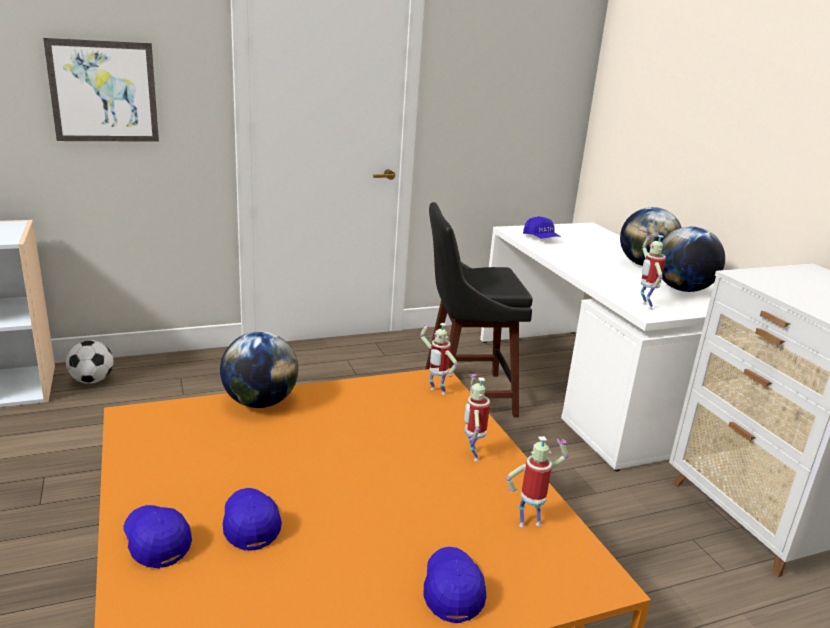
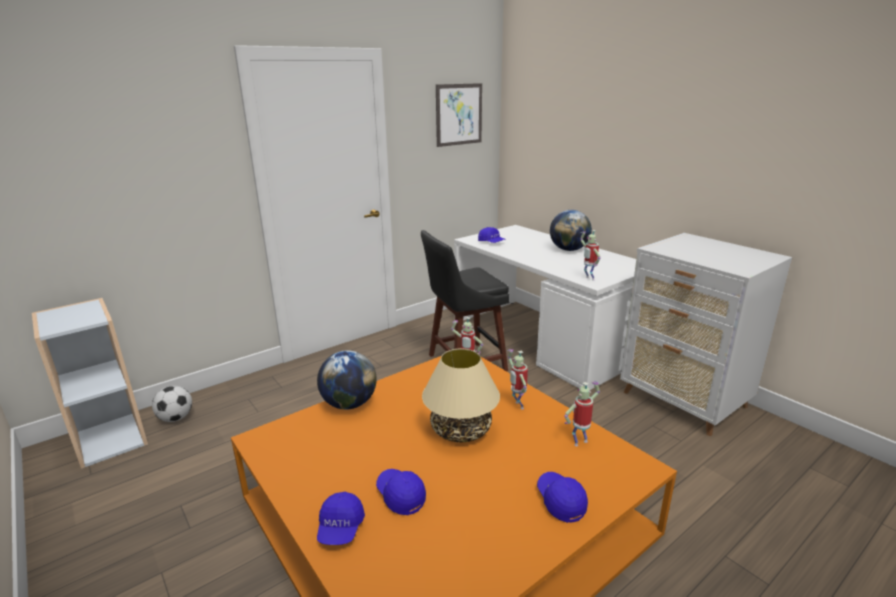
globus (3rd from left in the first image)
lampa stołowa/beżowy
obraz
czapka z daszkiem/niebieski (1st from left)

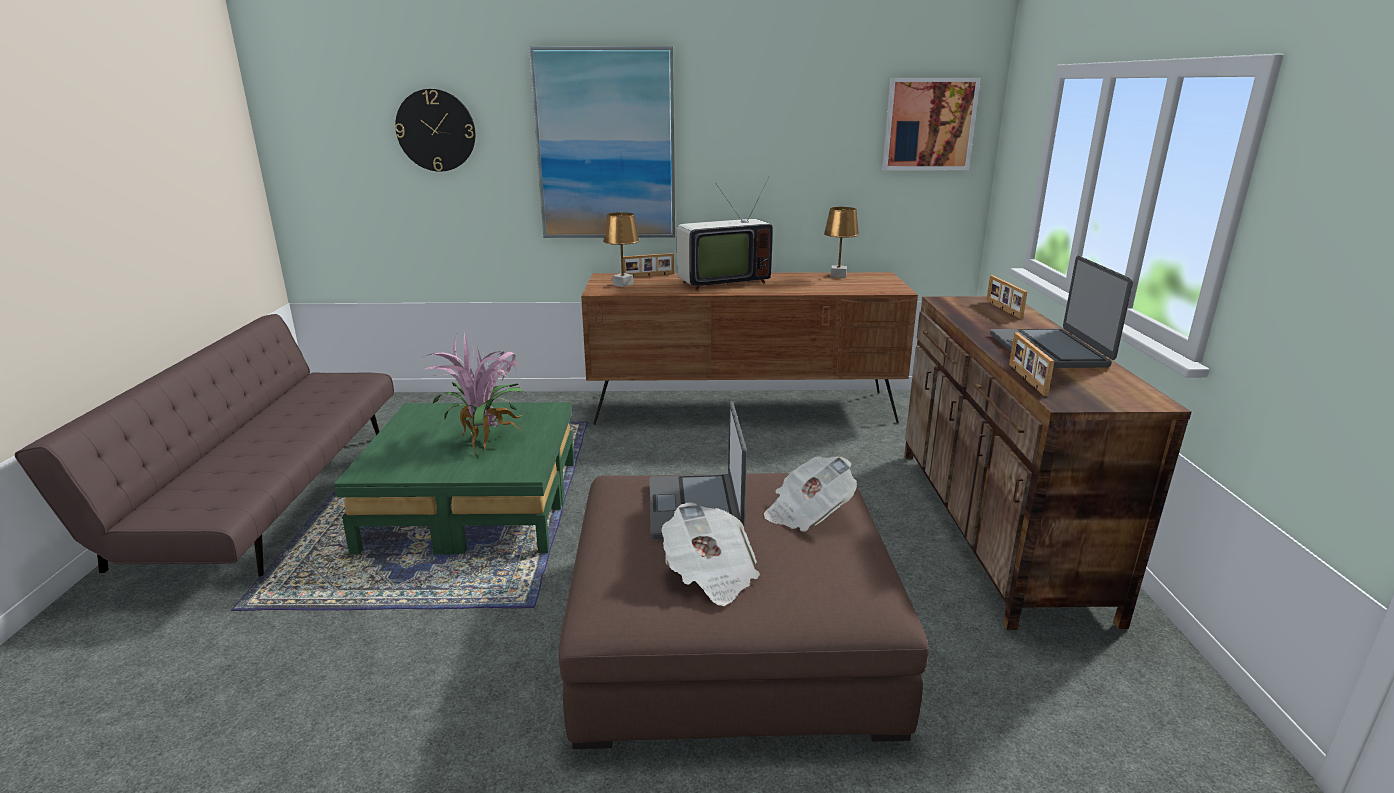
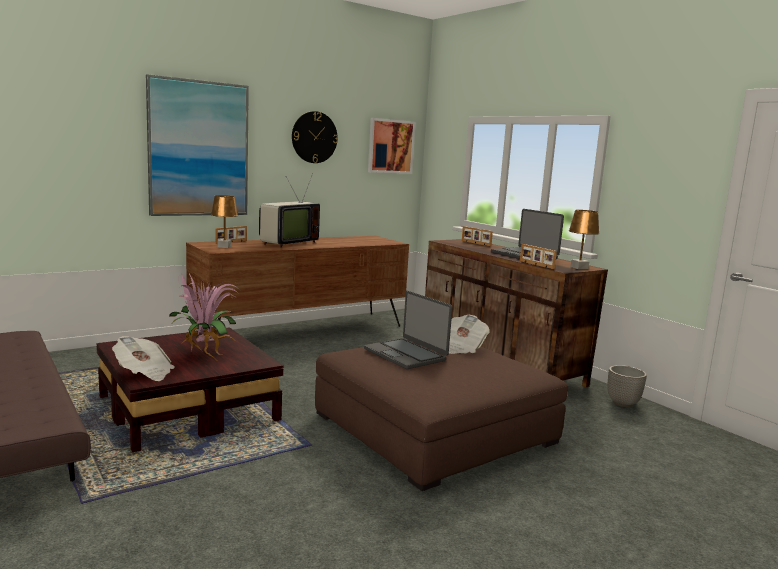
donica
zegar ścienny
gazeta (1st from left)
lampa stołowa/brązowy (2nd from left)
ława/brązowy

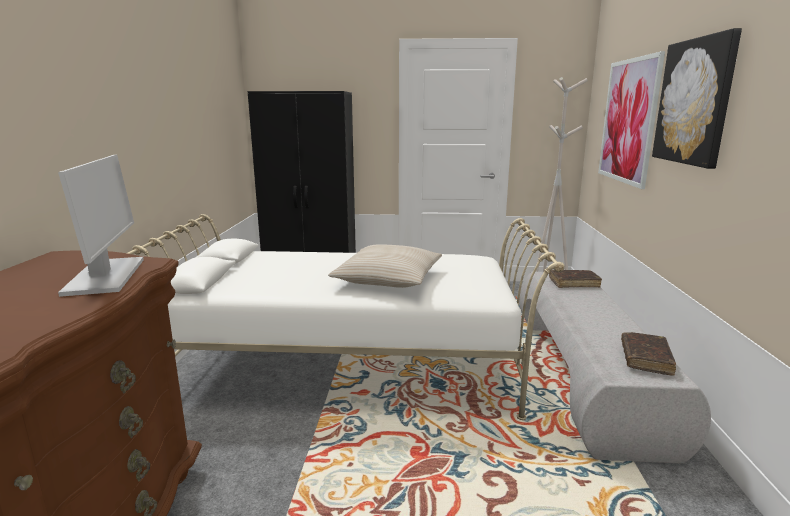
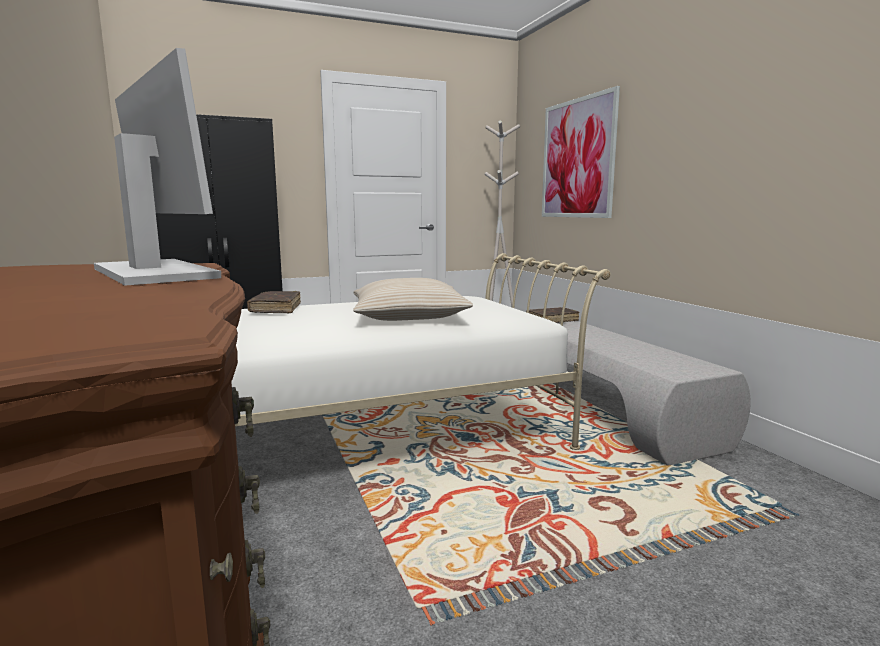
obraz (2nd from left in the first image)
książka/brązowy (1st from left)

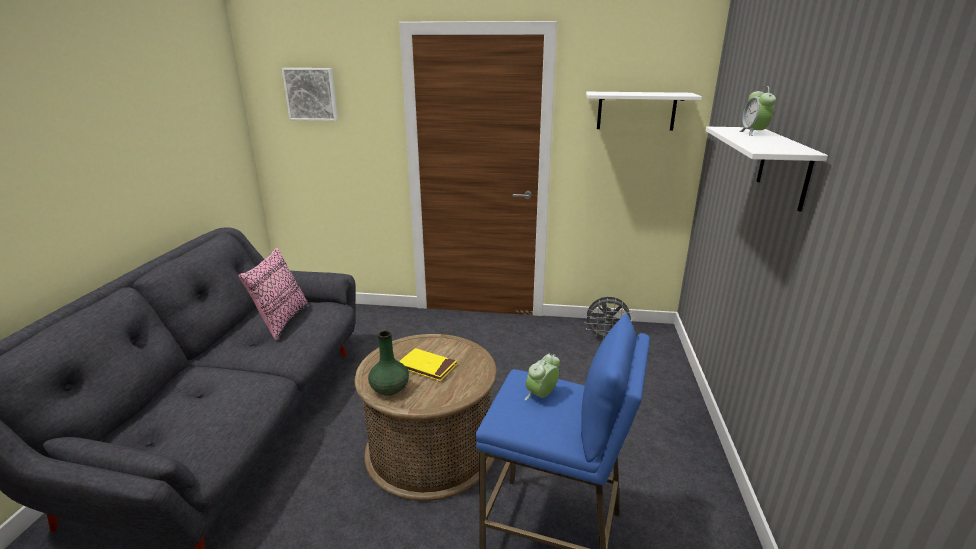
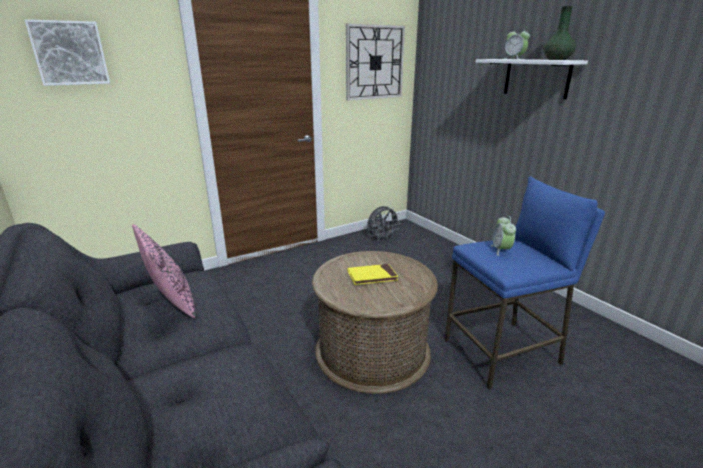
wazon/zielony
zegar ścienny

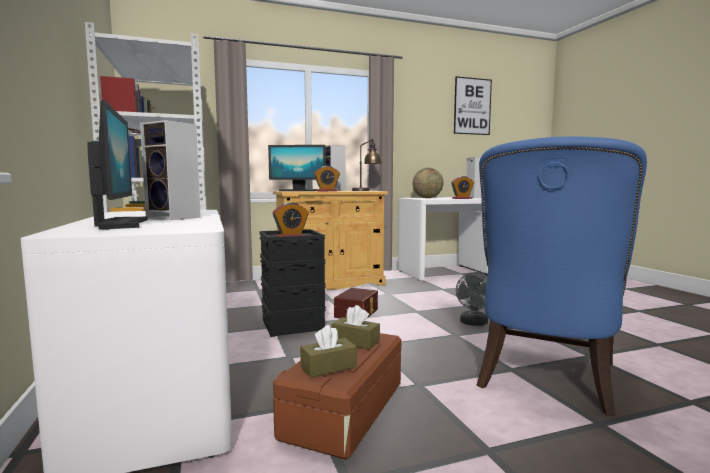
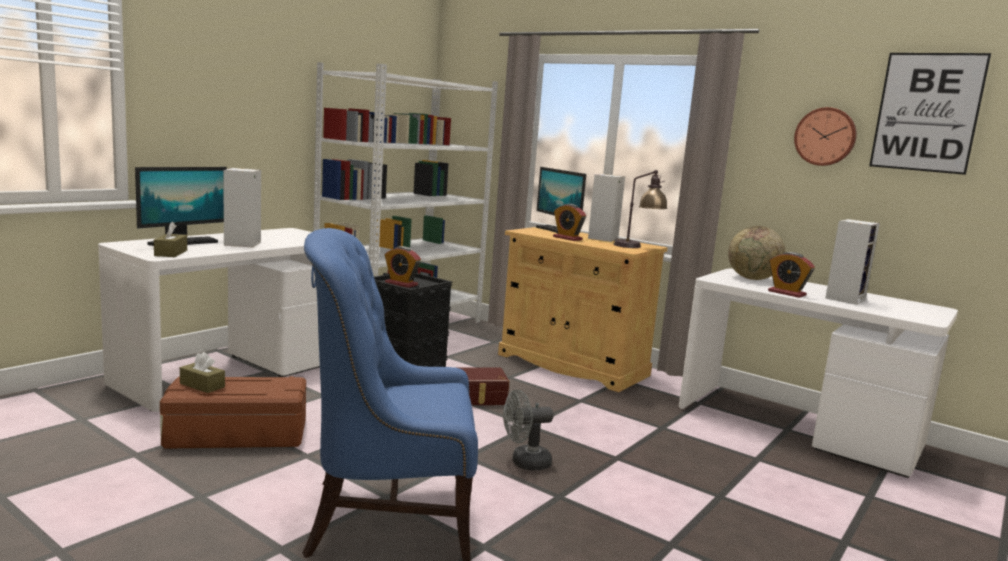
zegar ścienny
pudełko chusteczek/brązowy (1st from left)

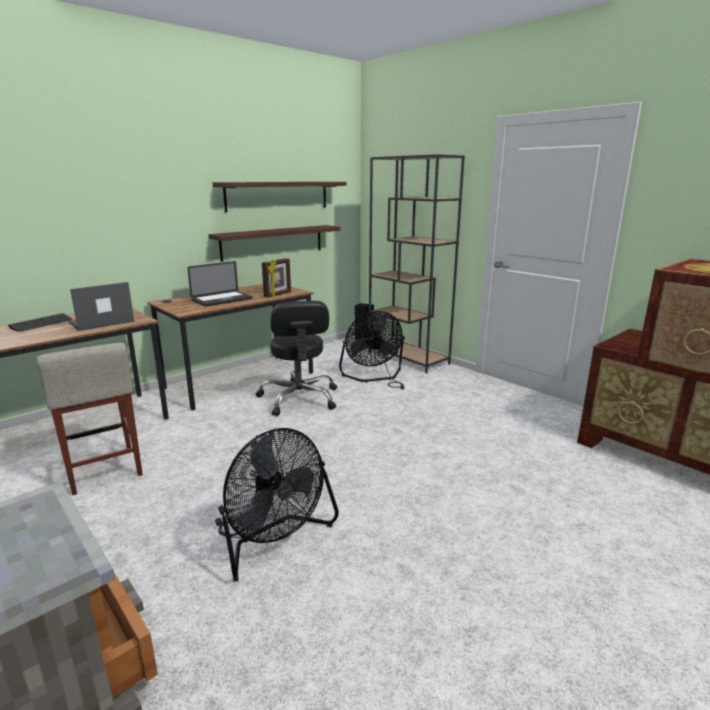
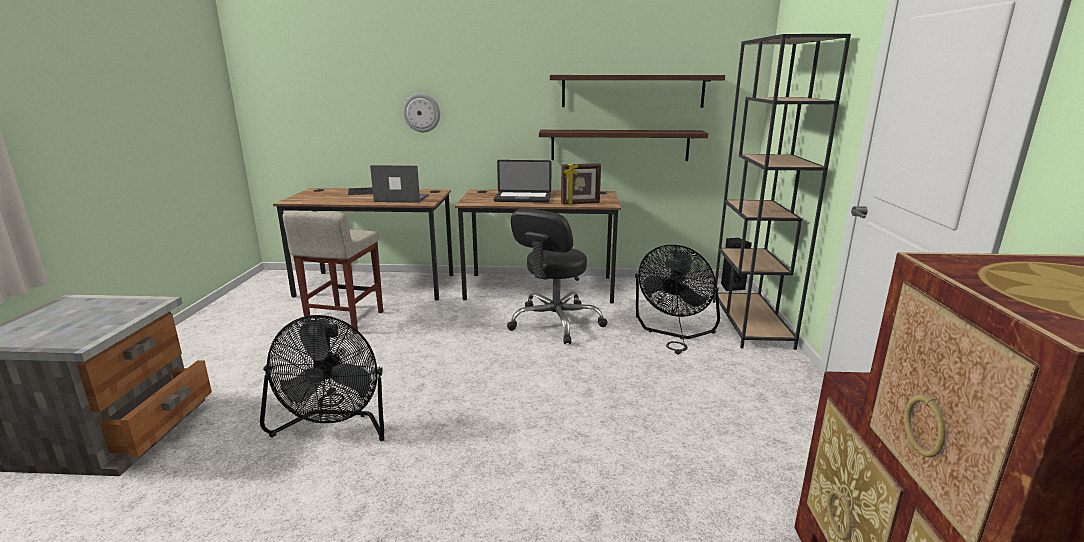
zegar ścienny

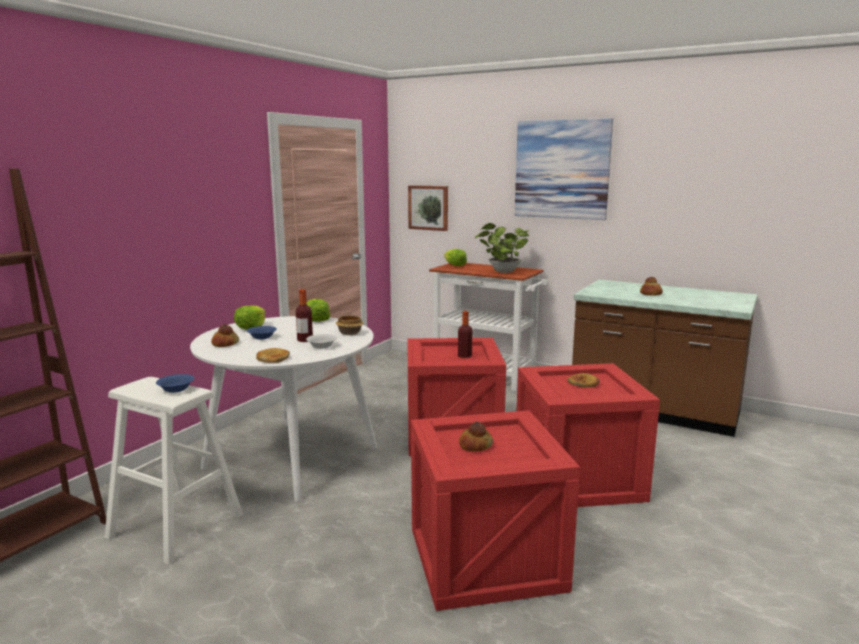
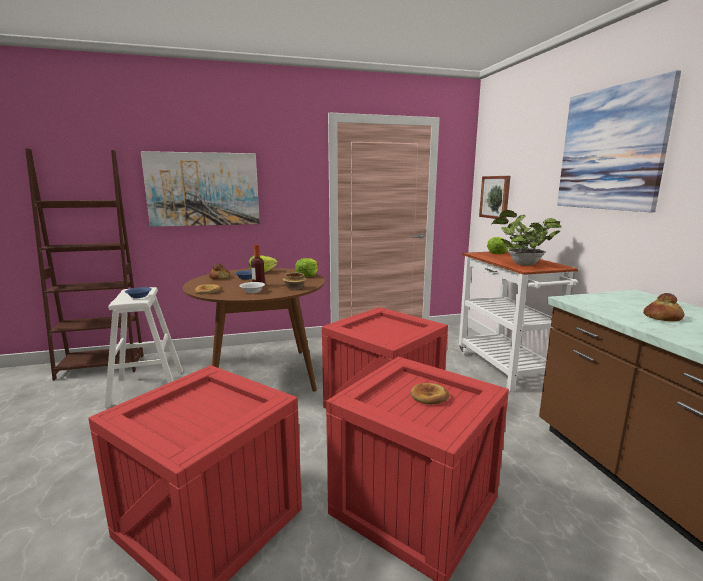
butelka (2nd from left in the first image)
chleb (3rd from left in the first image)
obraz (1st from left)
stół jadalny/brązowy

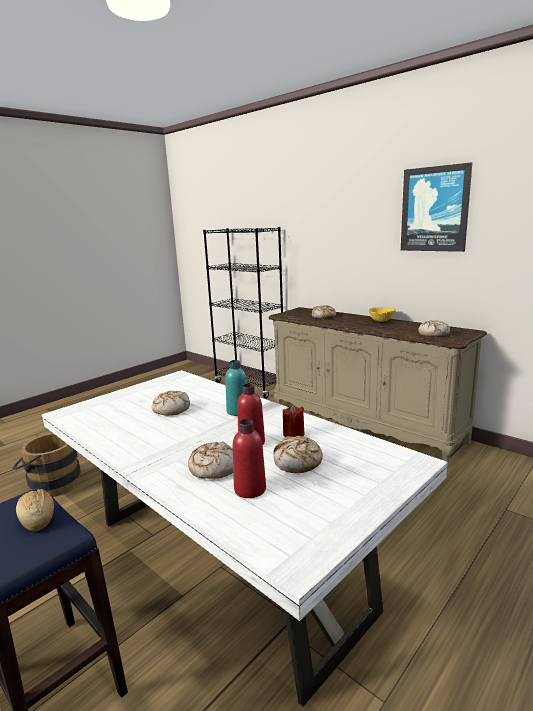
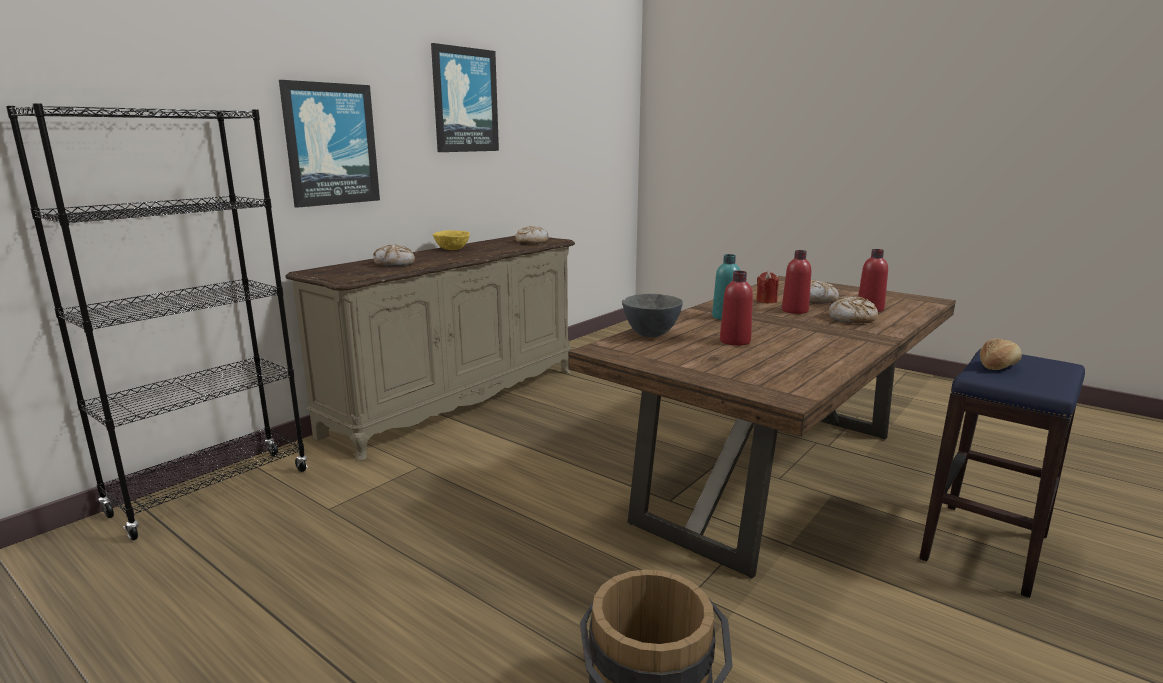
obraz (1st from left)
miska/szary
butelka/czerwony (1st from left)
stół jadalny/brązowy

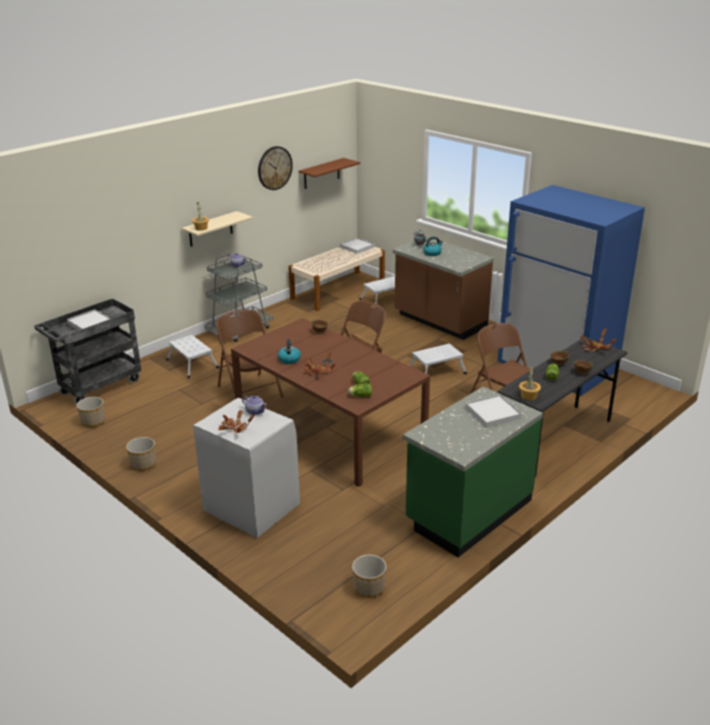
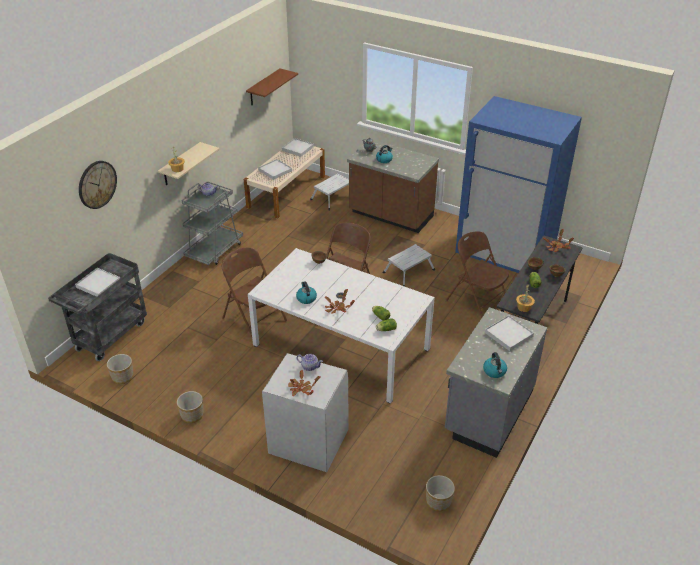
drabinka/biały (1st from left in the first image)
taca/biały (2nd from left)
czajnik (3rd from left)
zegar ścienny
stół jadalny/biały
zabudowa kuchenna/szary

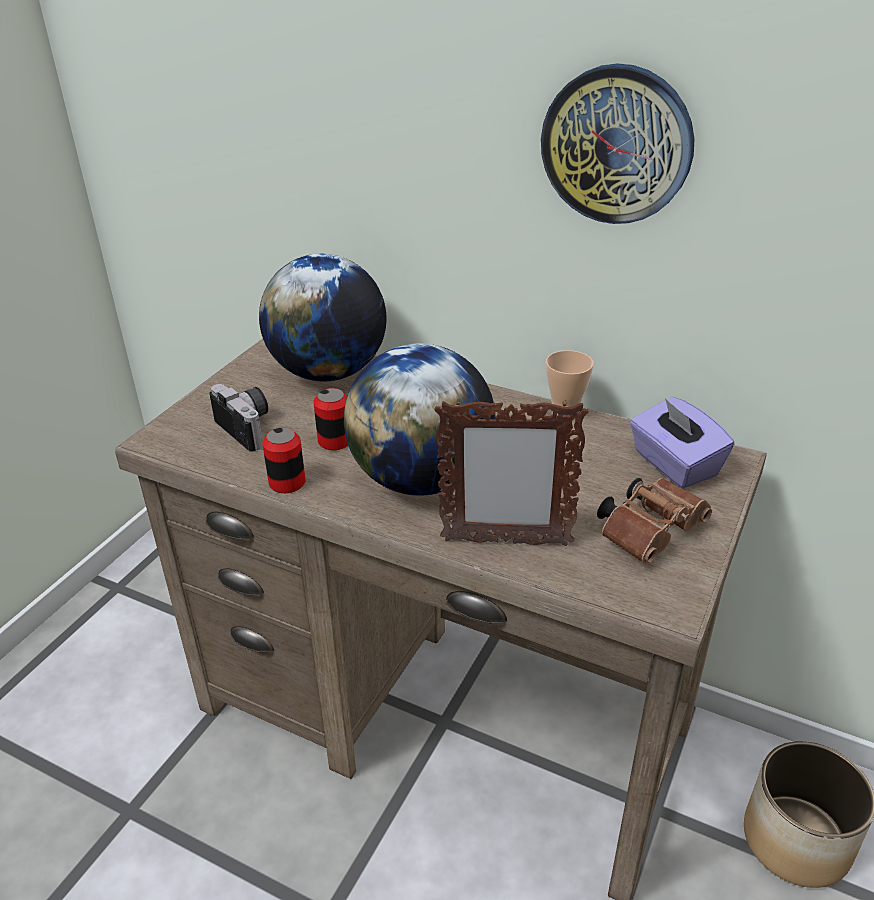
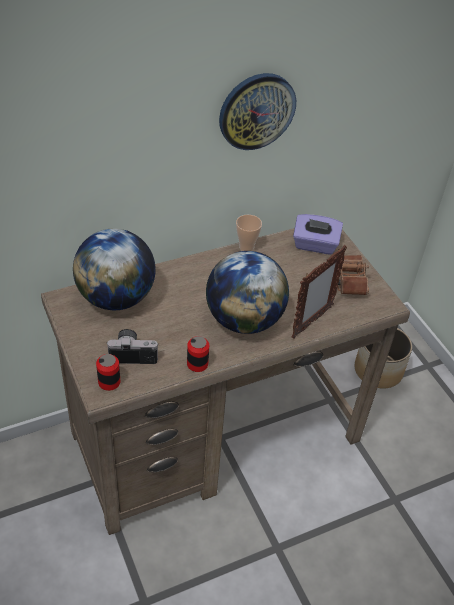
puszka (1st from left)

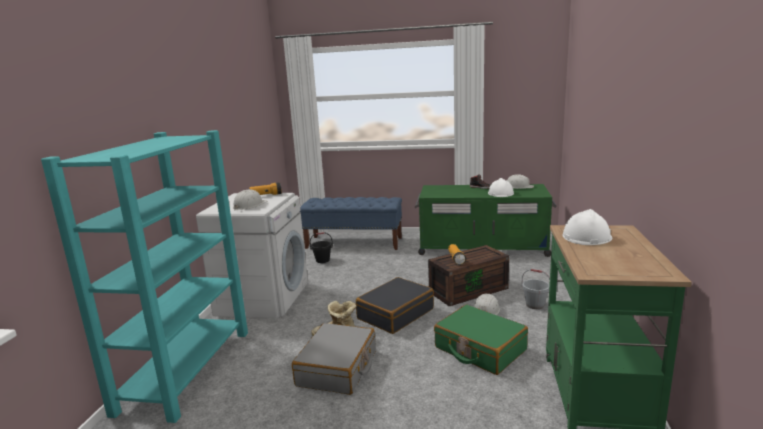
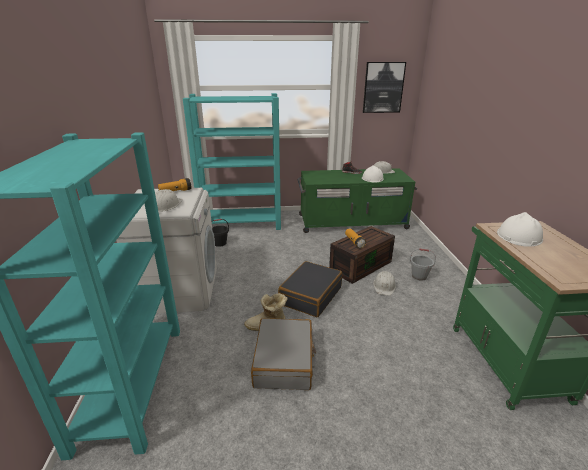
walizka/zielony
obraz
regał/turkusowy (2nd from left)

